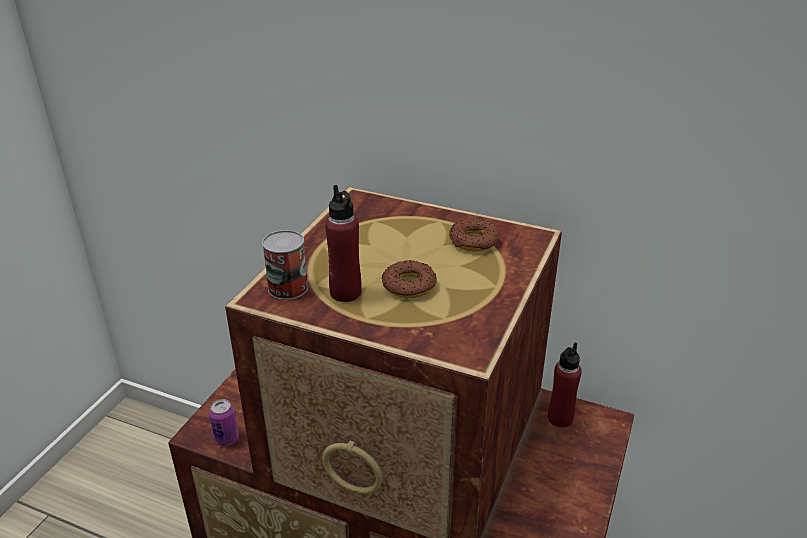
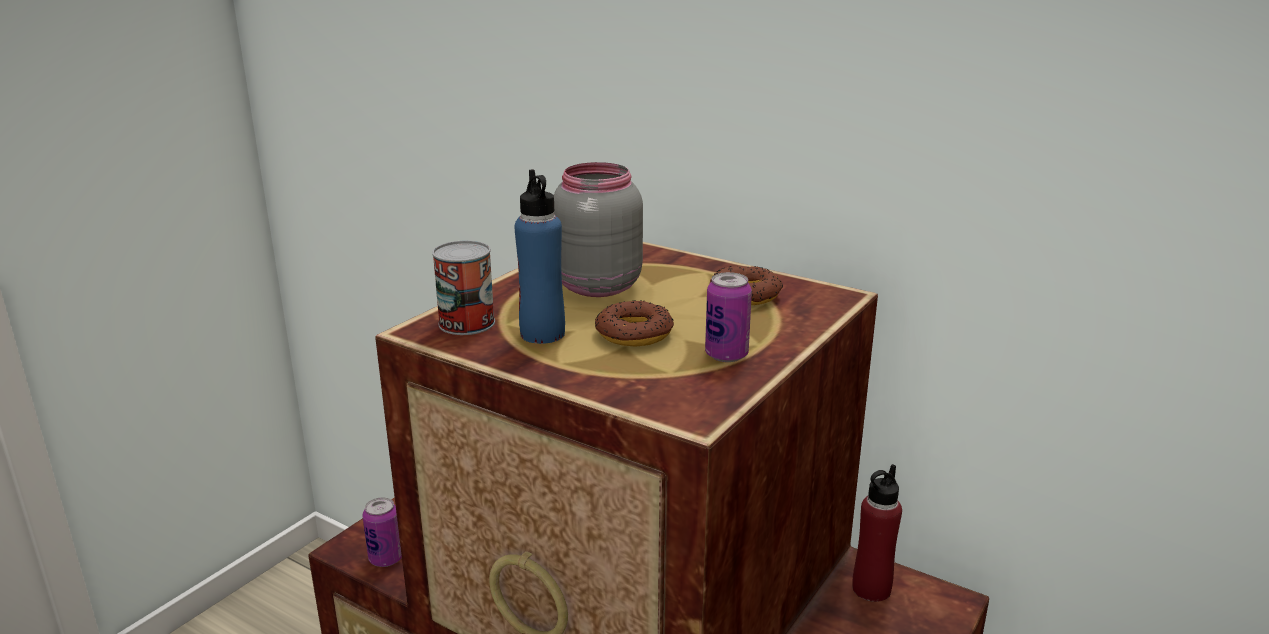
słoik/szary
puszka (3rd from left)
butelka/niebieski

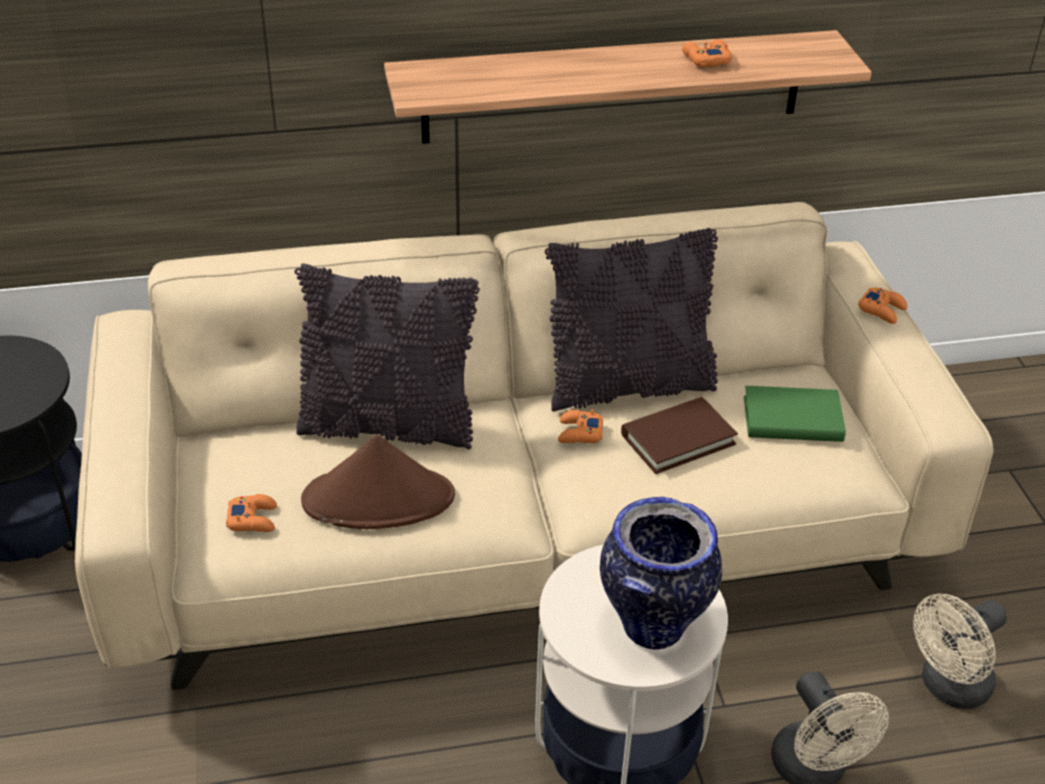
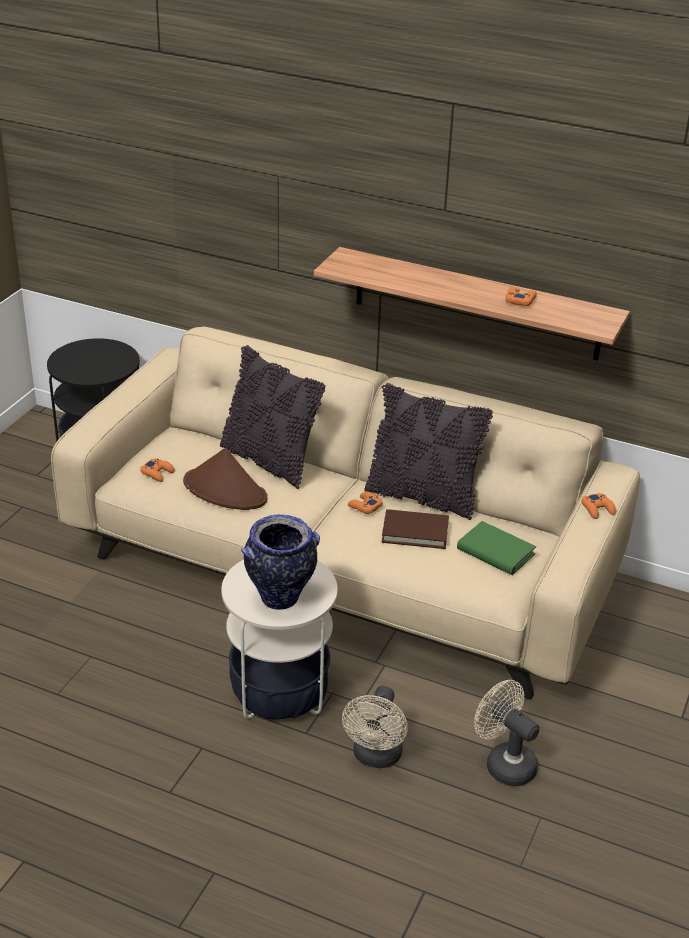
wentylator/beżowy (2nd from left)

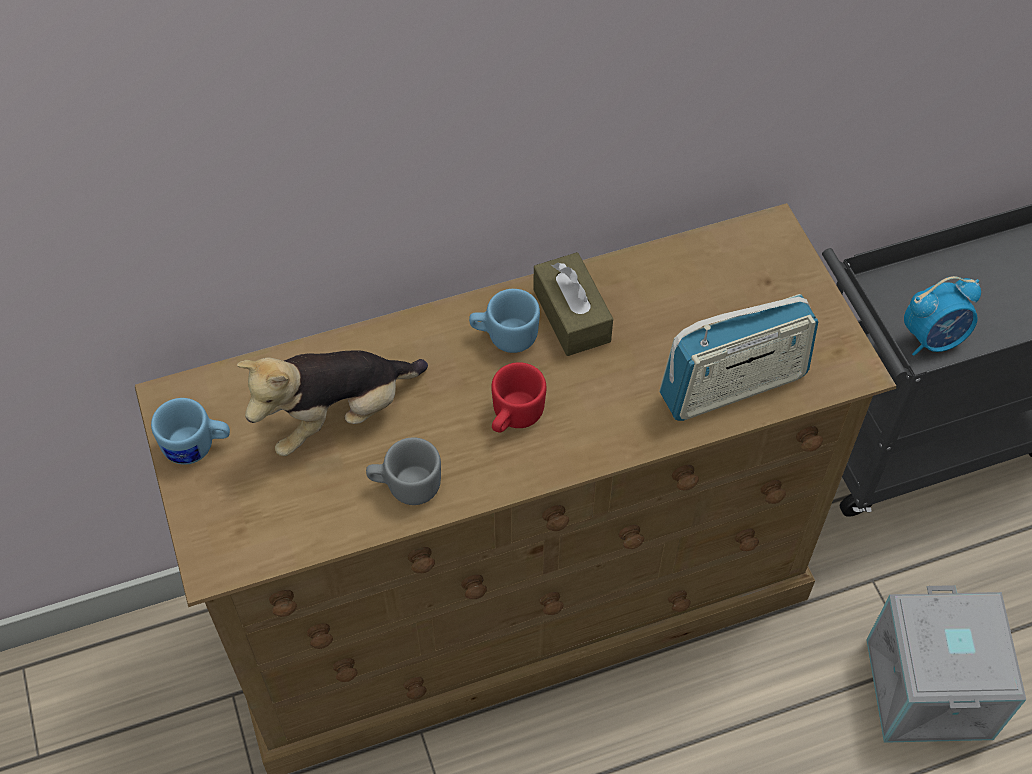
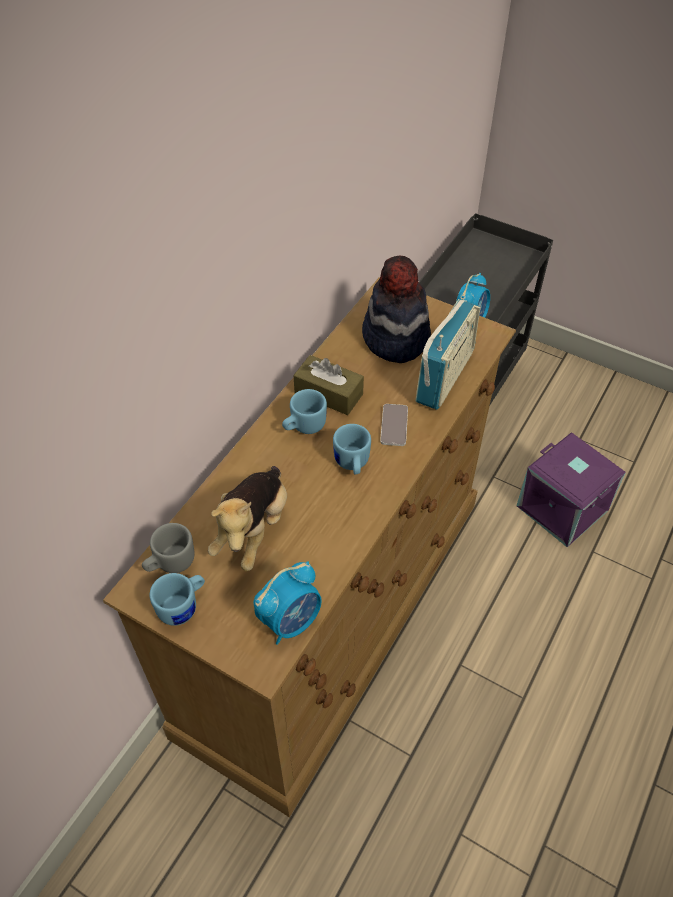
budzik (1st from left)
kapelusz
telefon
kubek/szary
kubek/niebieski (3rd from left)
pojemnik do przechowywania/fioletowy

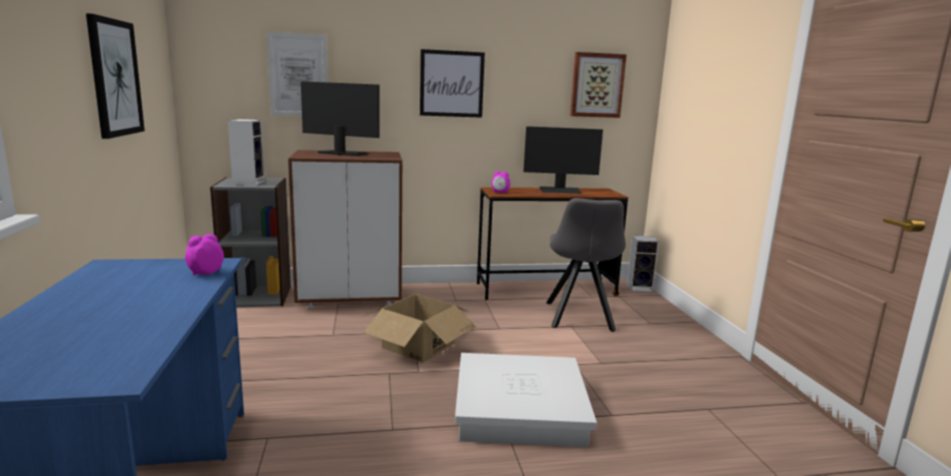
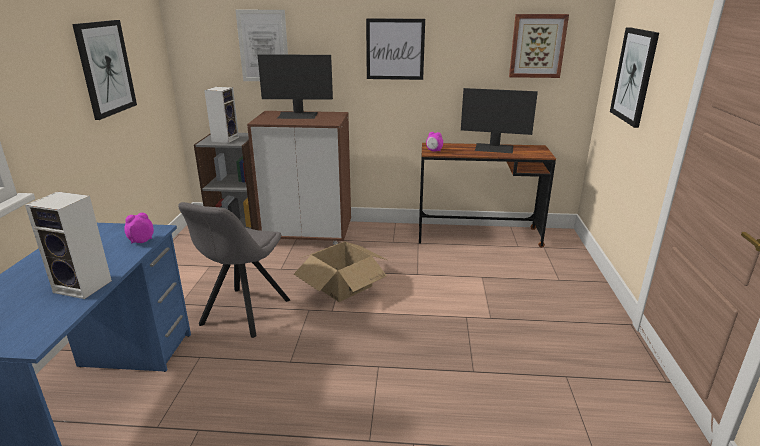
pojemnik do przechowywania/biały
obraz (5th from left)
krzesło/szary
głośnik (1st from left)
monitor (1st from left)

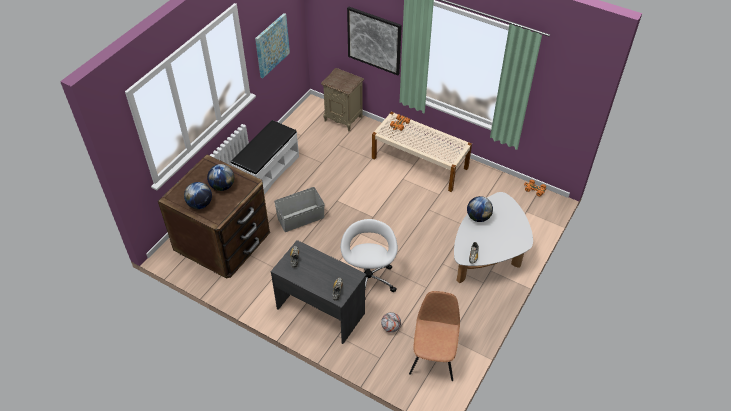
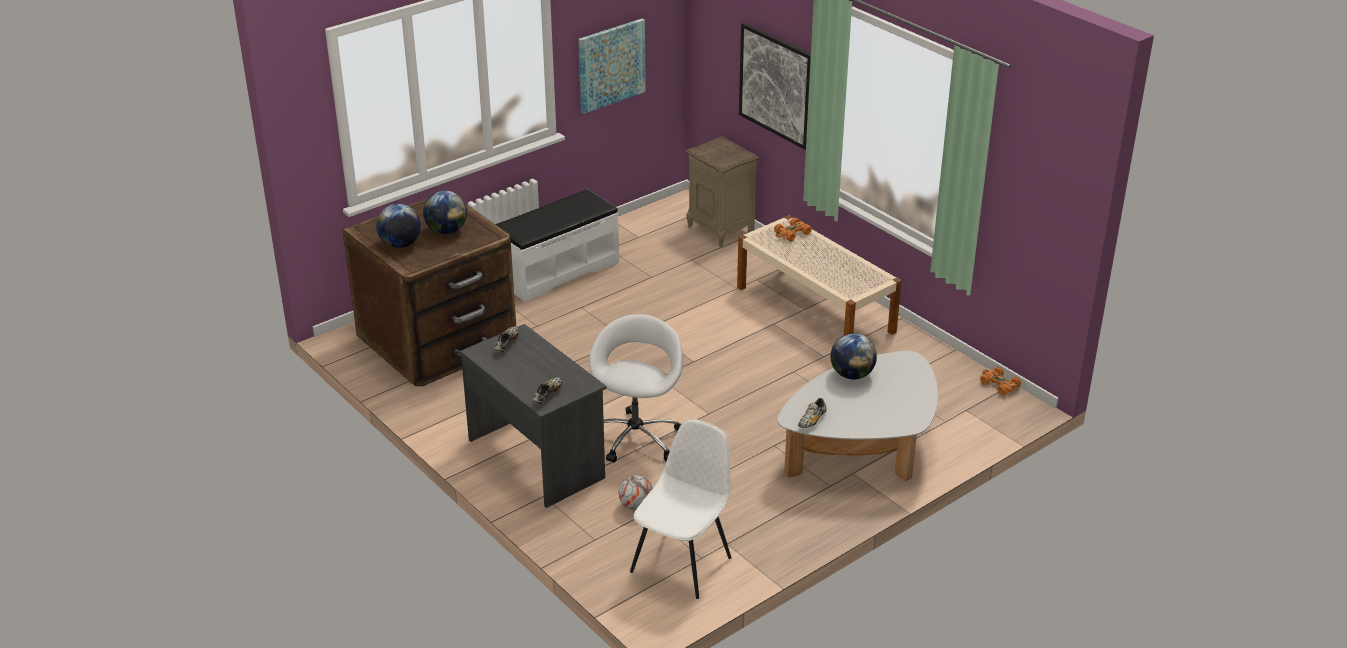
pojemnik do przechowywania/szary
krzesło/biały

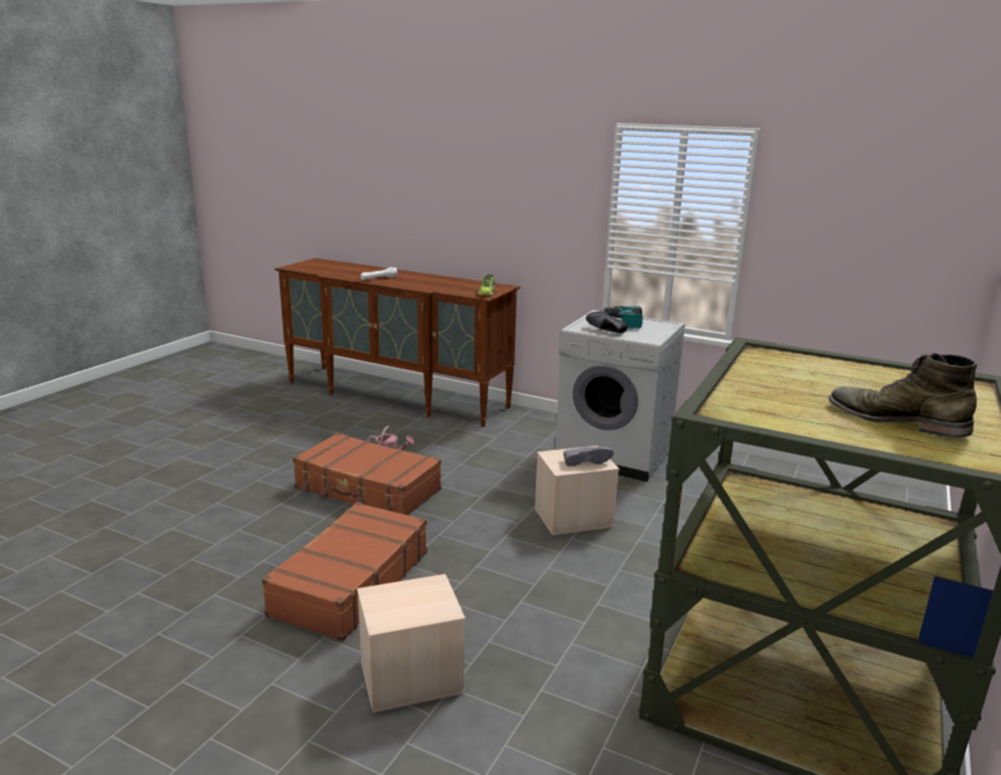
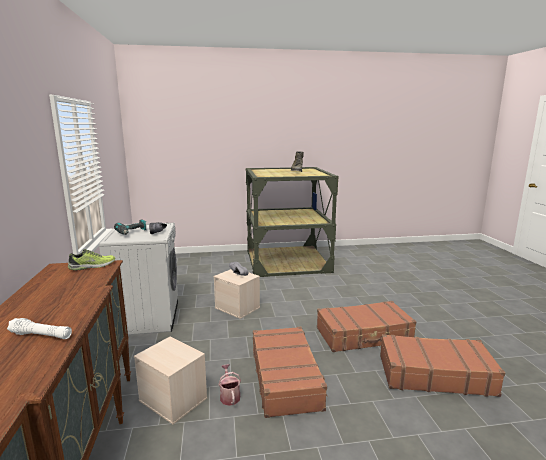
walizka/brązowy (3rd from left)
pojemnik do przechowywania/beżowy (1st from left)

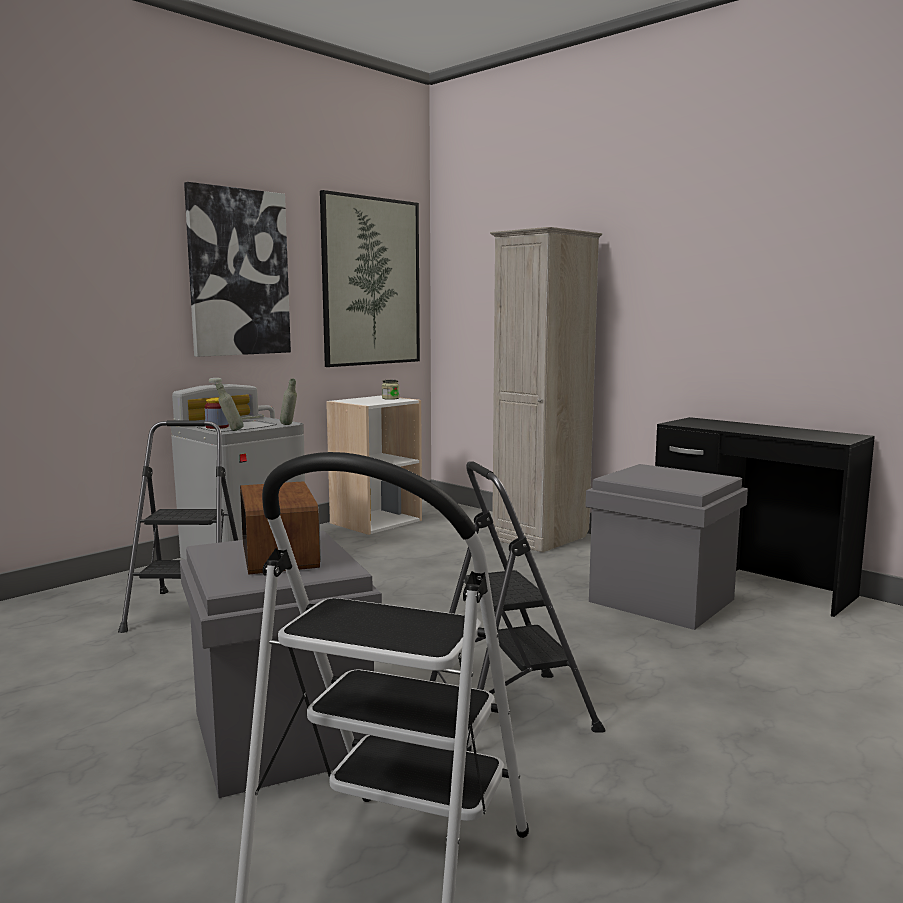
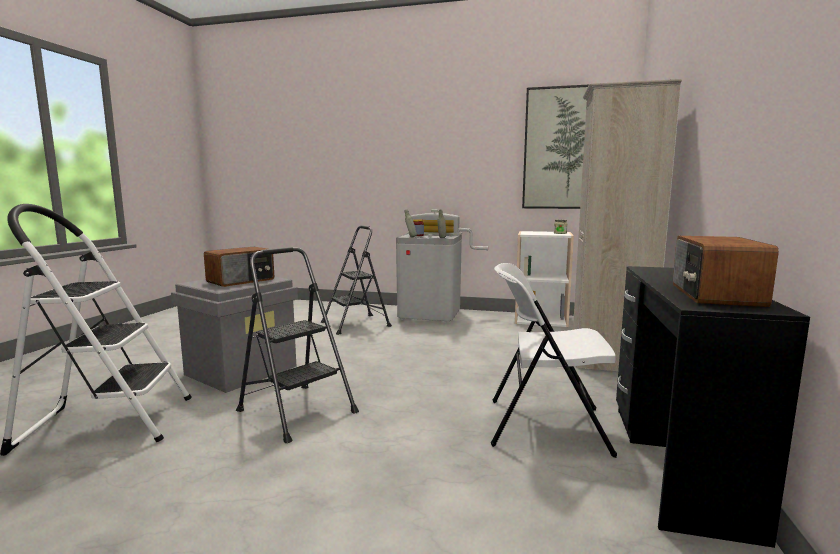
obraz (1st from left in the first image)
radio (2nd from left)
krzesło/biały

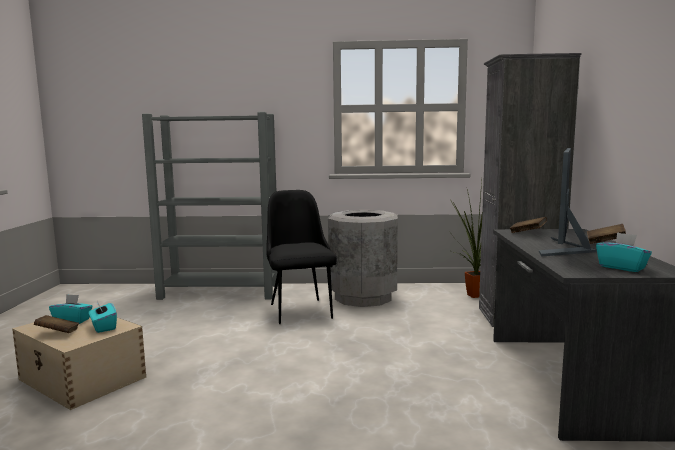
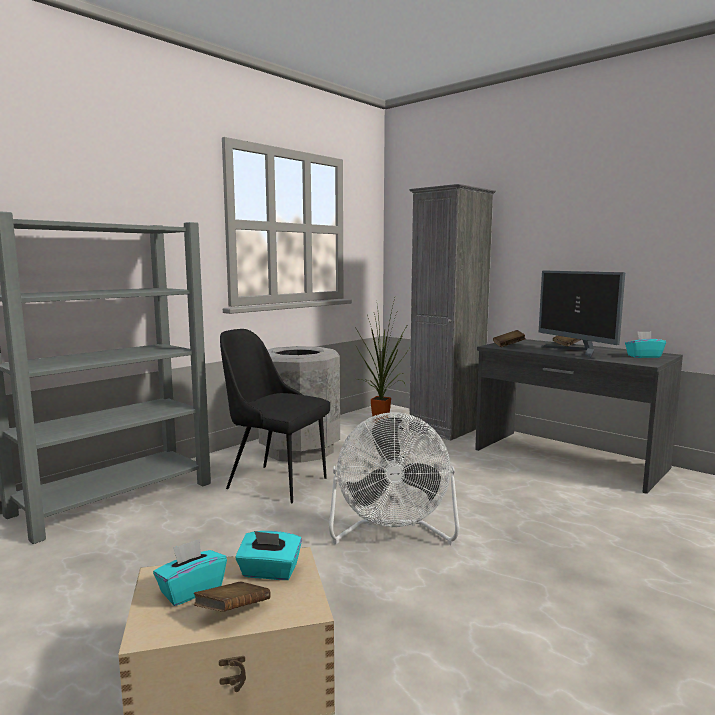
wentylator/biały

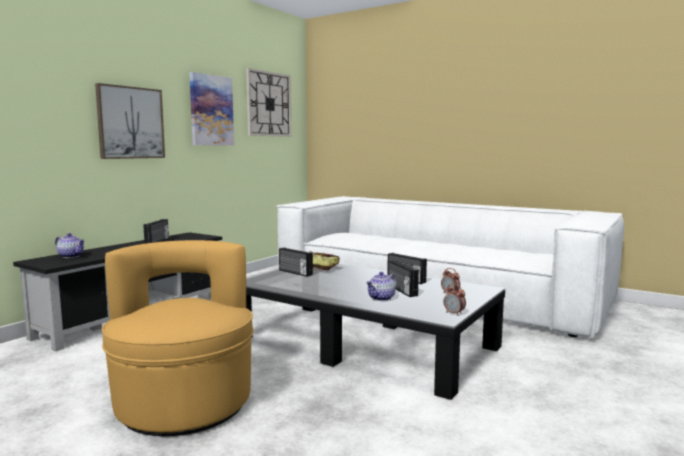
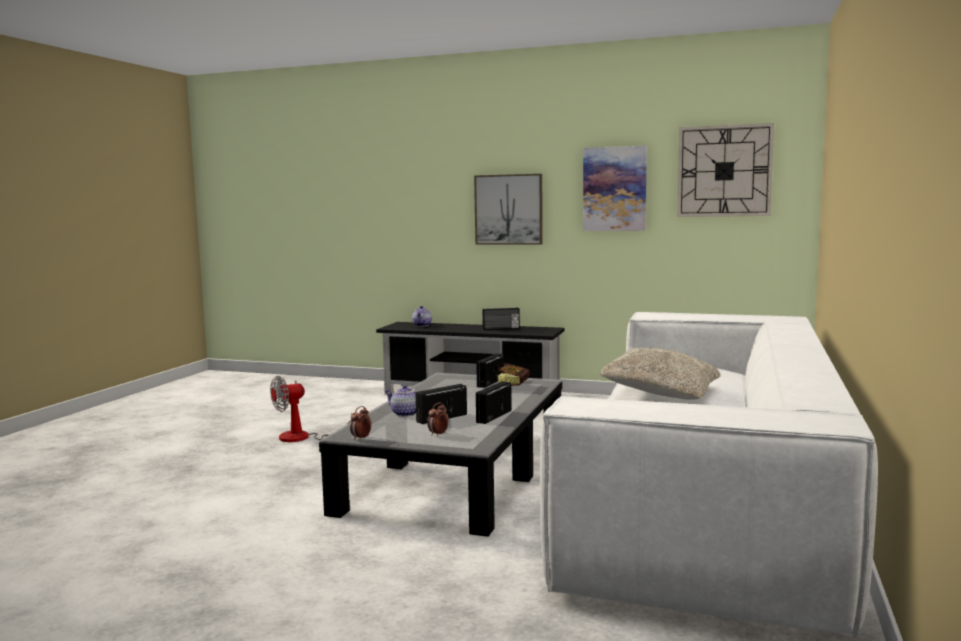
poduszka/beżowy
wentylator

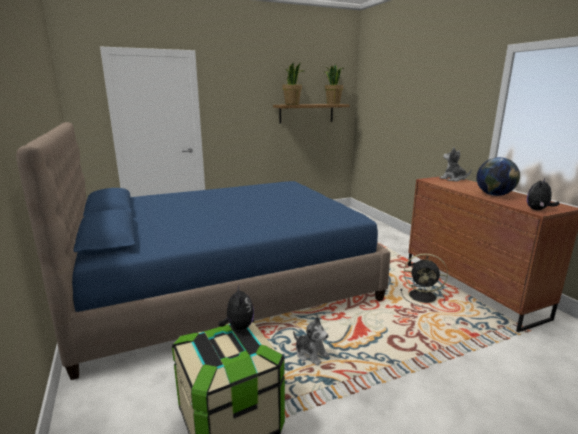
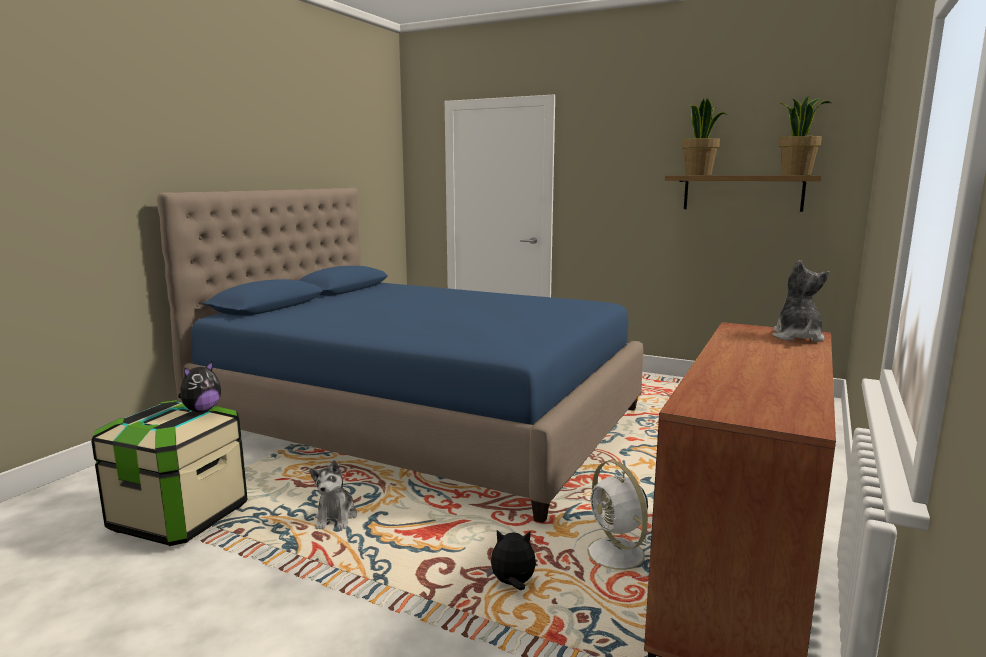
globus
pluszak (3rd from left)
wentylator/biały

